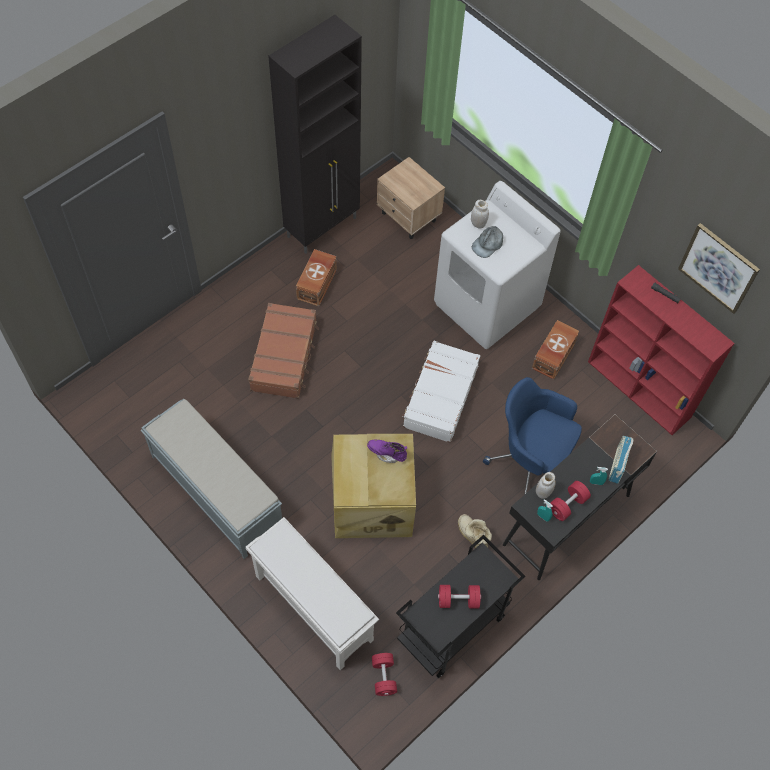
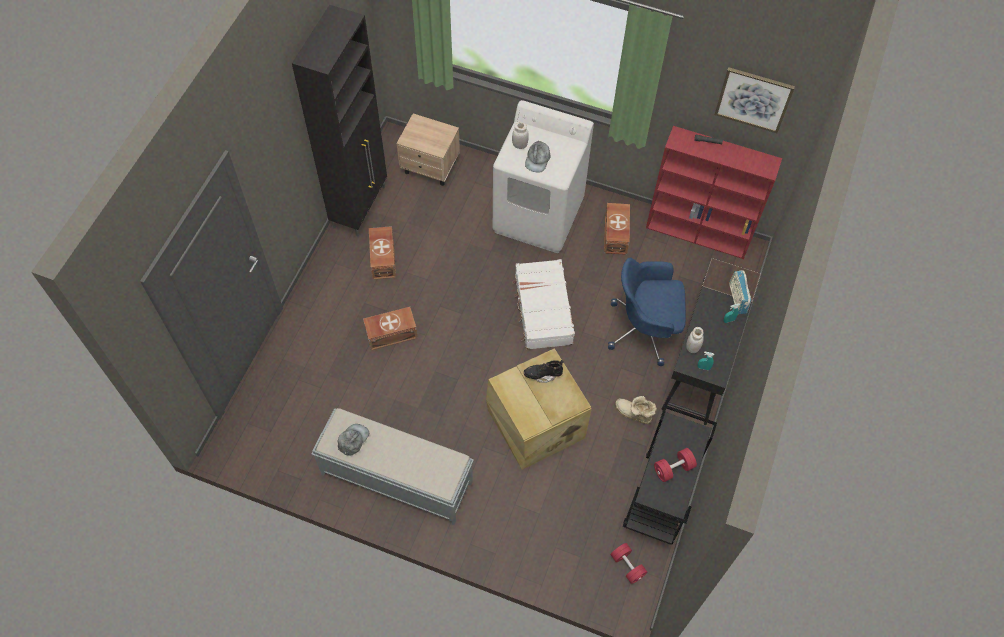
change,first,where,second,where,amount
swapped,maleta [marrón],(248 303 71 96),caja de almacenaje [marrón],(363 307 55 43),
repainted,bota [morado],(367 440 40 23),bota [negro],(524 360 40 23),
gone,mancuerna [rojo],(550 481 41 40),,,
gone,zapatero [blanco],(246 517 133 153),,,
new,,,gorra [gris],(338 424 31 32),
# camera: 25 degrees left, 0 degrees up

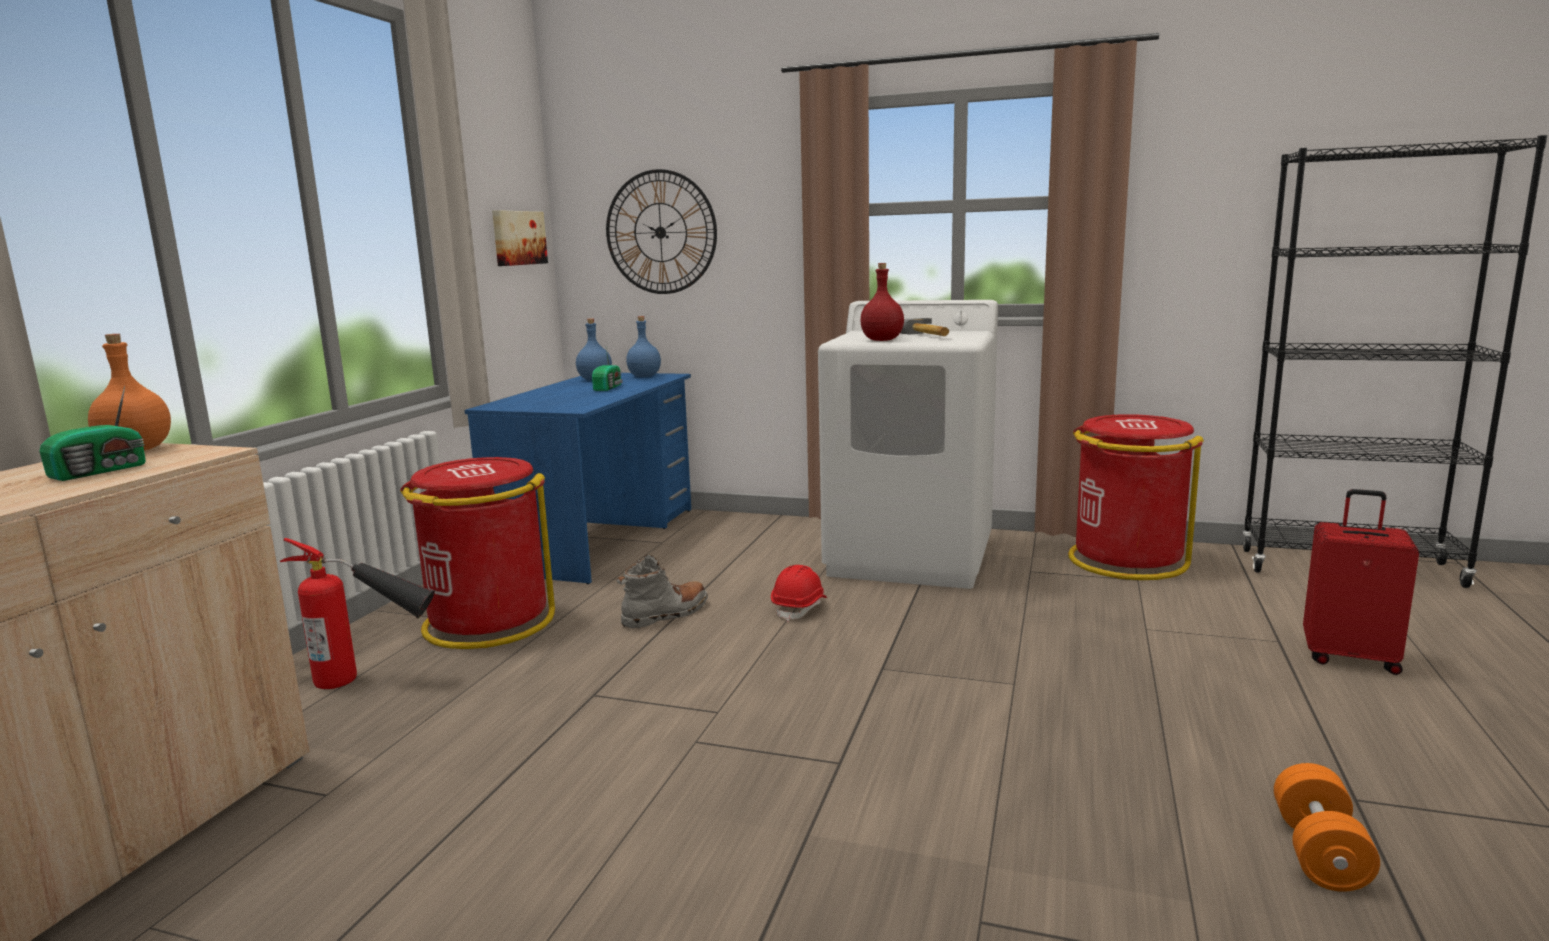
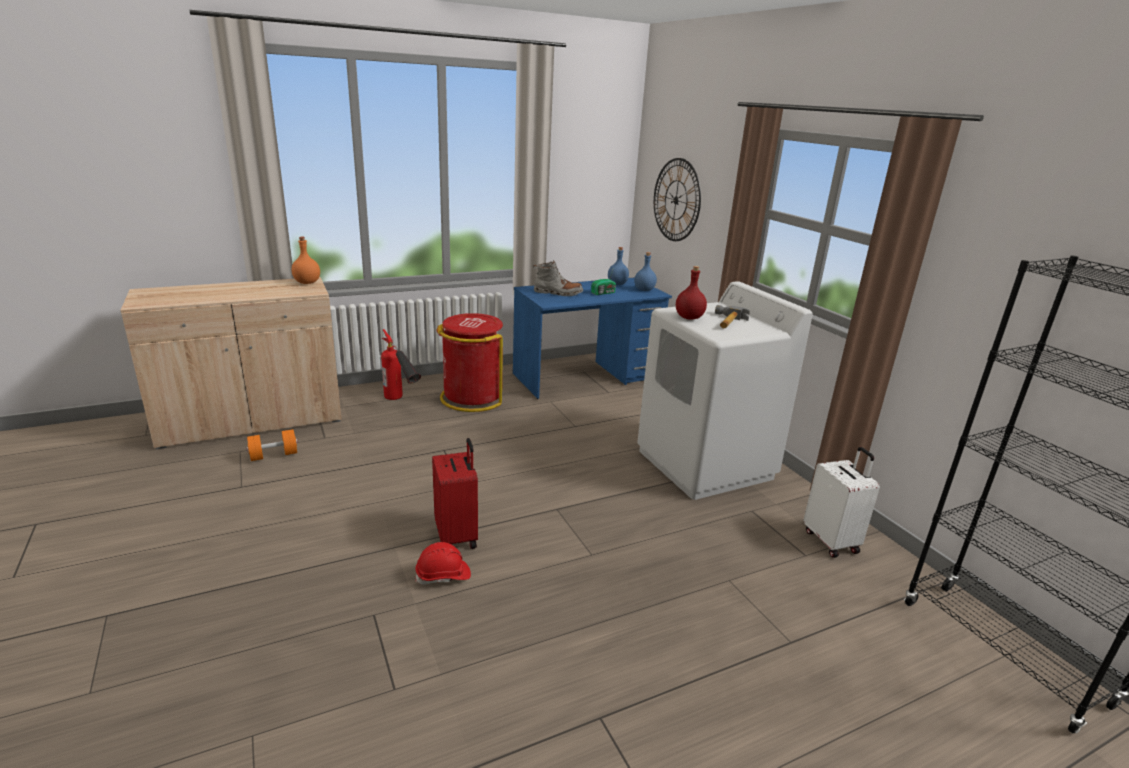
change,first,where,second,where,amount
gone,cuadro,(492 210 56 56),,,
gone,radio,(39 386 107 95),,,
swapped,papelera [rojo],(1068 414 136 166),maleta [blanco],(804 447 76 111),
shifted,maleta [rojo],(1303 489 116 186),,(432 438 46 111),
shifted,bota [gris],(616 555 92 74),,(533 260 50 36),
shifted,casco [rojo],(771 565 56 56),,(415 542 56 43),
shifted,mancuerna [naranja],(1274 763 106 129),,(247 429 51 32),
# camera: 45 degrees right, 10 degrees up

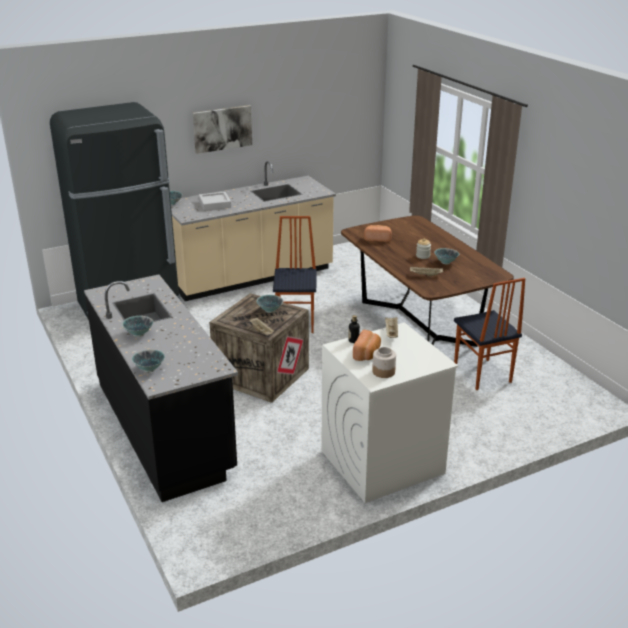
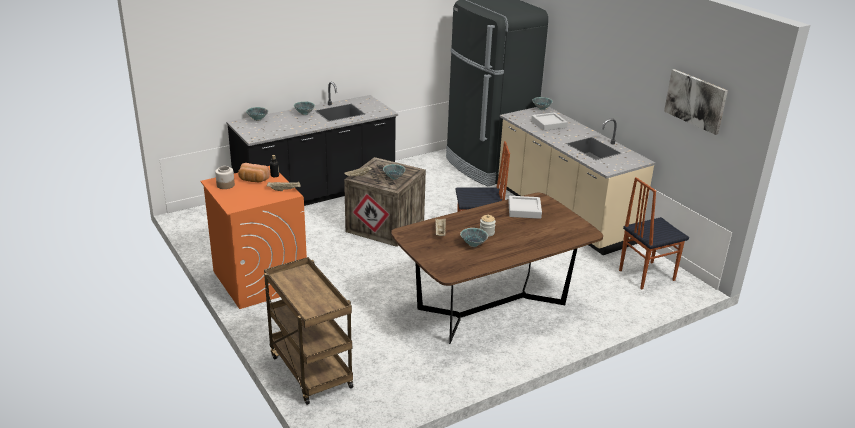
change,first,where,second,where,amount
shifted,cuadro,(193 105 59 49),,(664 69 64 66),
swapped,pan,(364 225 28 17),bandeja [gris],(508 196 34 23),
shifted,silla,(454 278 72 112),,(619 177 70 113),
repainted,lavadora [blanco],(322 323 136 180),lavadora [naranja],(200 166 107 143),
new,,,carrito [marrón],(264 257 89 148),
# camera: 85 degrees right, 0 degrees up

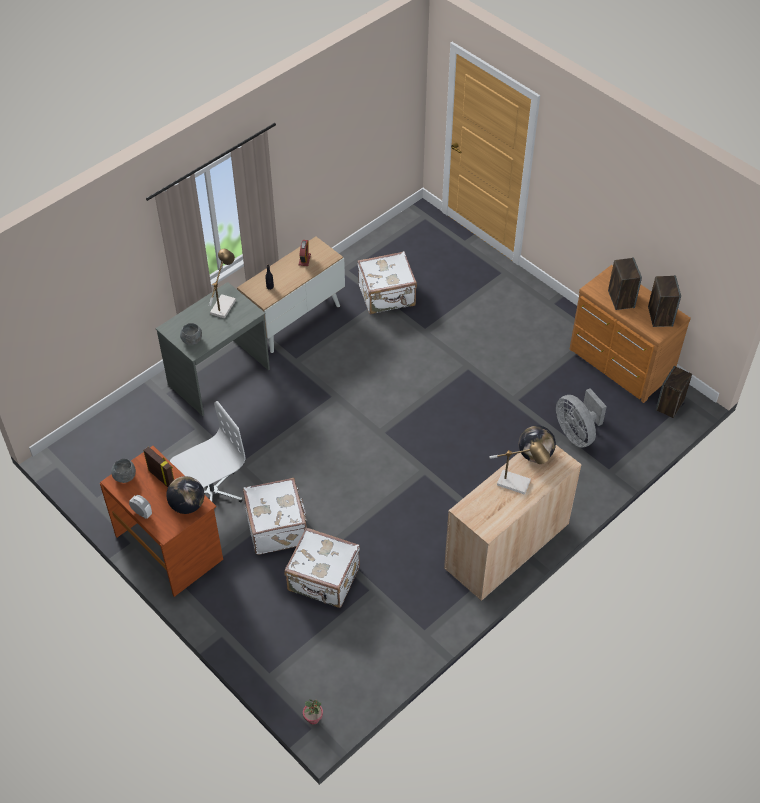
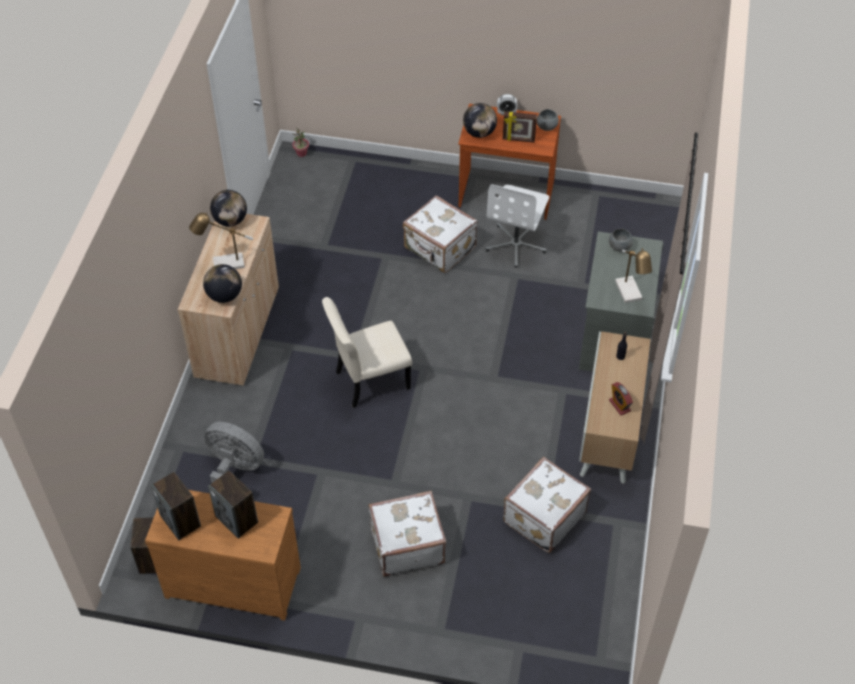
change,first,where,second,where,amount
shifted,maleta [blanco],(284 528 76 80),,(368 491 78 86),
new,,,globo terráqueo,(210 190 37 37),
new,,,silla [beis],(322 297 90 111),
# camera: 145 degrees right, 0 degrees up

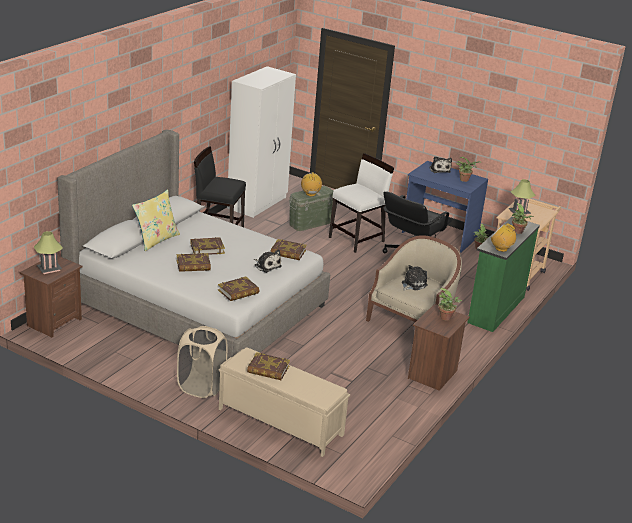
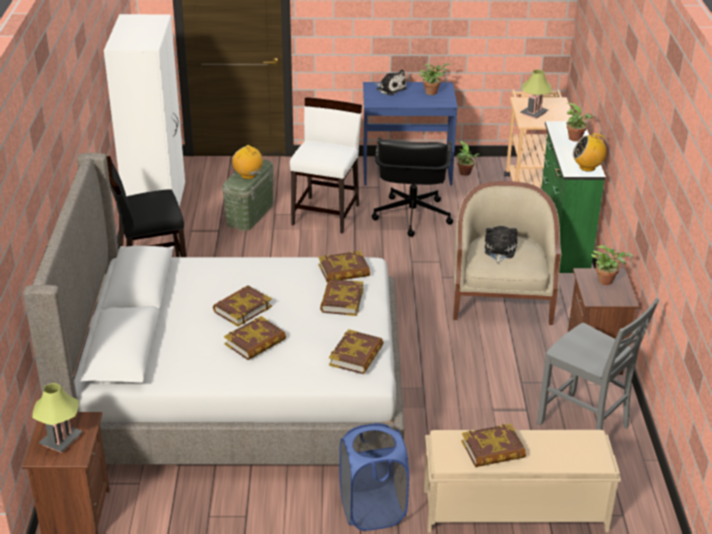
change,first,where,second,where,amount
gone,cojín [amarillo],(132 189 48 62),,,
swapped,peluche,(254 250 28 23),libro,(320 279 43 37),
repainted,cesto de la ropa [beis],(177 326 51 72),cesto de la ropa [azul],(339 423 70 108),
new,,,silla [gris],(537 298 122 132),
# camera: 30 degrees left, 5 degrees up

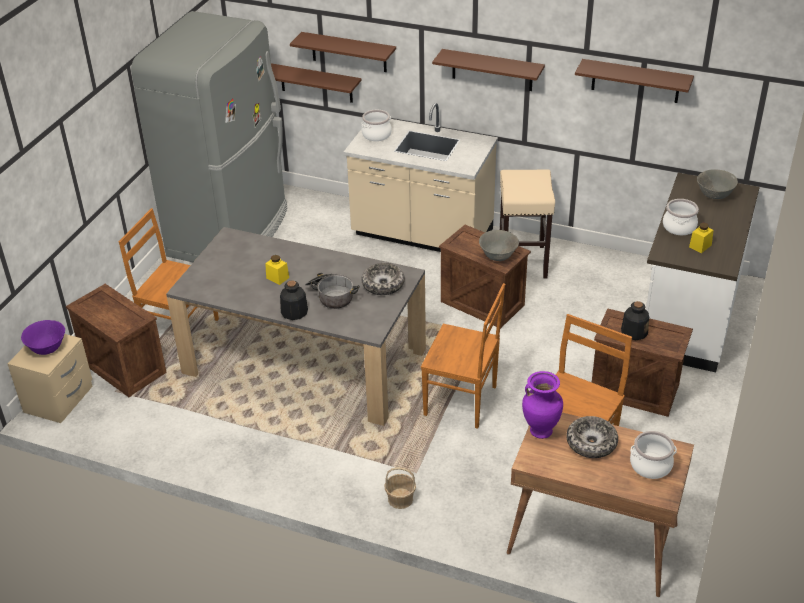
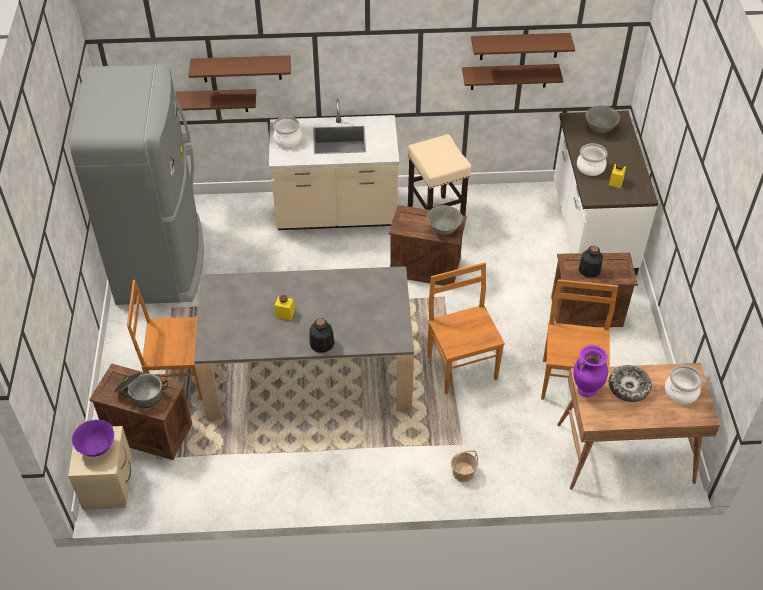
change,first,where,second,where,amount
shifted,estante [marrón],(432 49 113 42),,(462 64 101 26),
gone,cuenco,(361 263 44 32),,,
shifted,olla,(305 273 55 36),,(114 373 54 35),
rotated,silla [marrón],(421 283 84 146),,(428 262 77 132),105 degrees counterclockwise
# camera: 25 degrees left, 10 degrees up

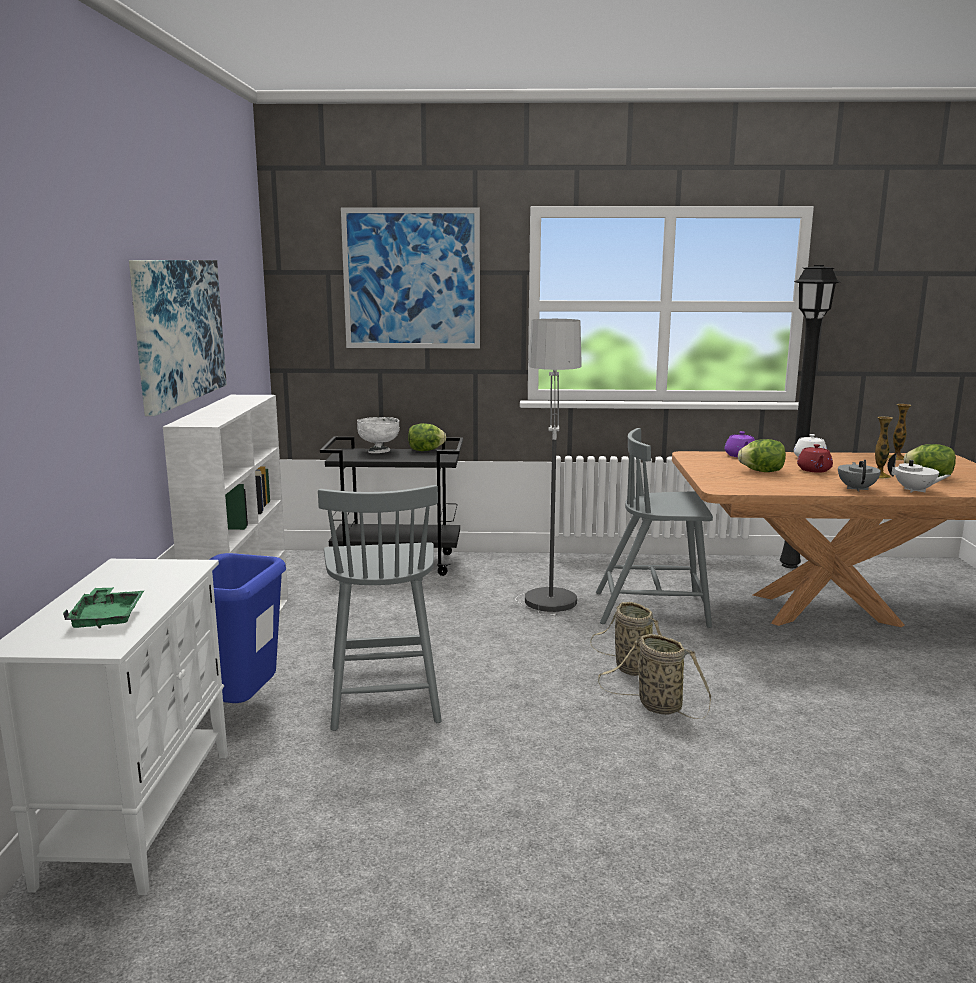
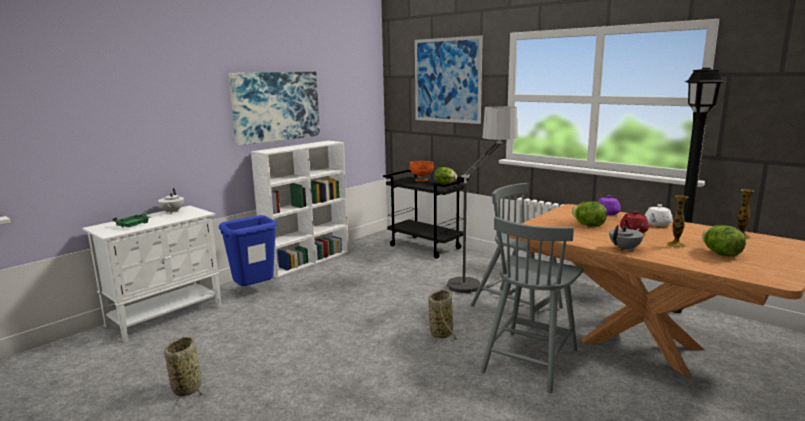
change,first,where,second,where,amount
repainted,cuenco [blanco],(357 417 43 36),cuenco [naranja],(410 161 24 21),
shifted,tetera [blanco],(888 453 63 40),,(158 188 26 25),
shifted,silla [gris],(318 485 124 246),,(481 217 103 176),
shifted,cesta,(598 634 113 85),,(164 336 41 71),
# camera: 40 degrees right, 0 degrees up

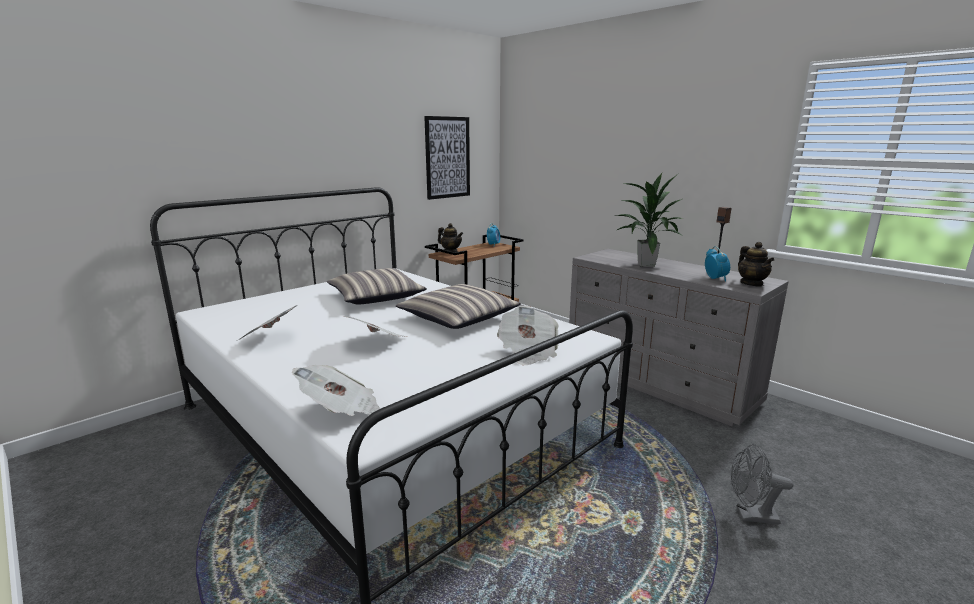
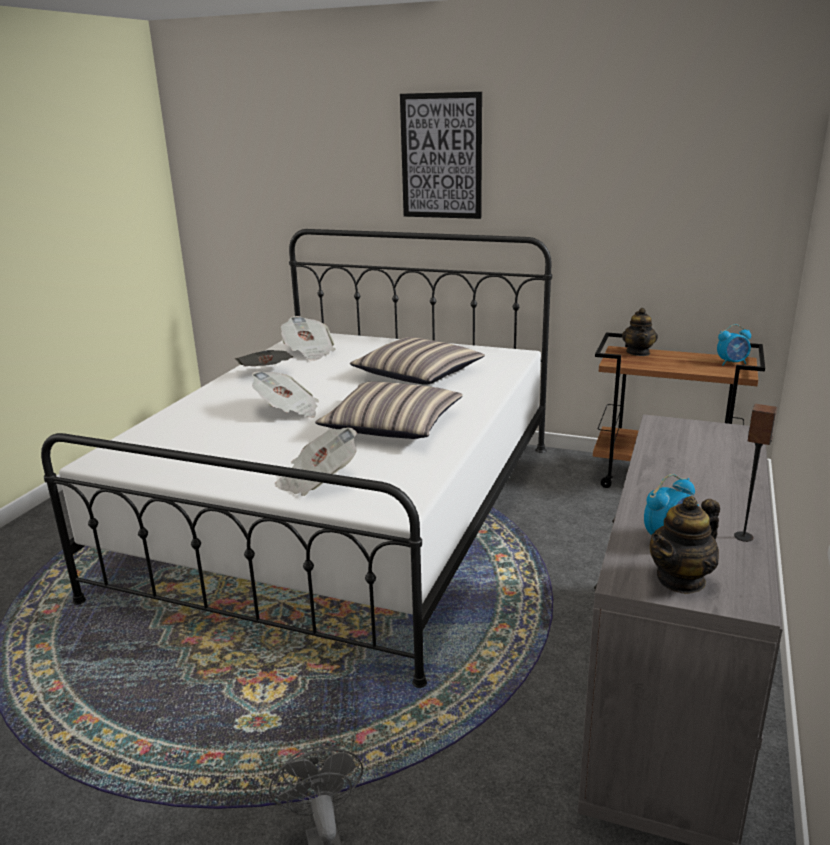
change,first,where,second,where,amount
shifted,cuadro,(424 116 46 84),,(400 92 82 127),
gone,planta en maceta,(616 173 68 94),,,
shifted,periódico,(292 365 88 51),,(281 316 55 45),
# camera: 65 degrees right, 5 degrees up

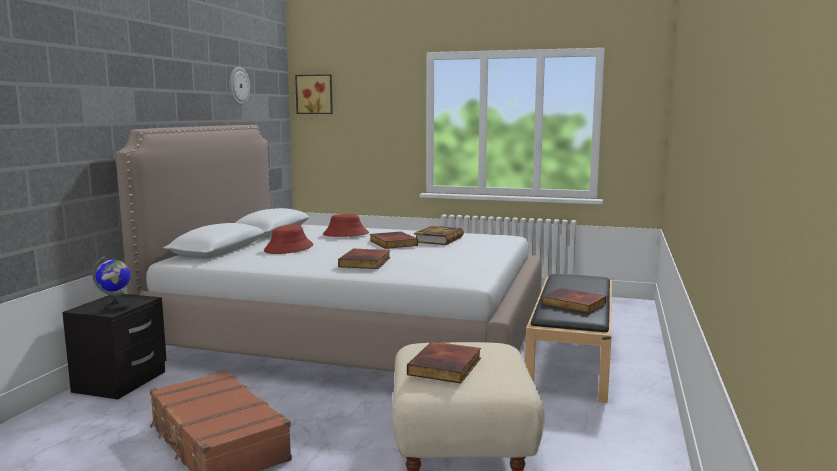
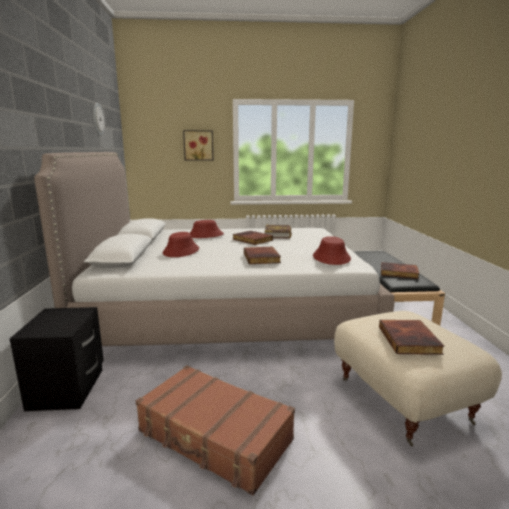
change,first,where,second,where,amount
shifted,cuadro,(295 74 38 40),,(183 130 30 30),
gone,globo terráqueo,(92 256 39 56),,,
new,,,sombrero [rojo],(313 236 38 29),
# camera: 20 degrees left, 5 degrees up

